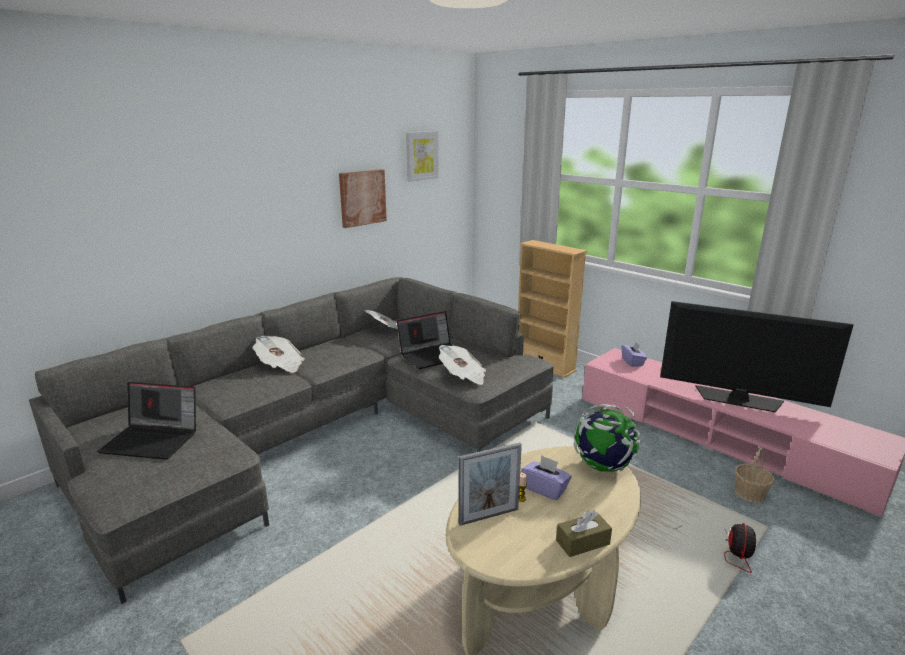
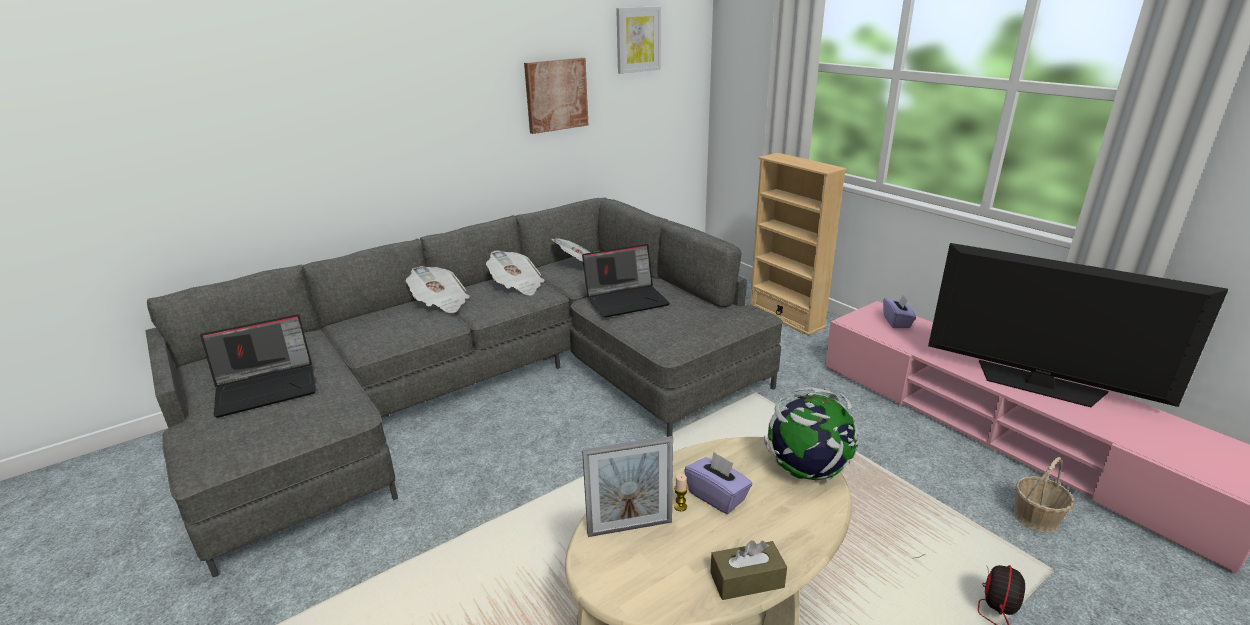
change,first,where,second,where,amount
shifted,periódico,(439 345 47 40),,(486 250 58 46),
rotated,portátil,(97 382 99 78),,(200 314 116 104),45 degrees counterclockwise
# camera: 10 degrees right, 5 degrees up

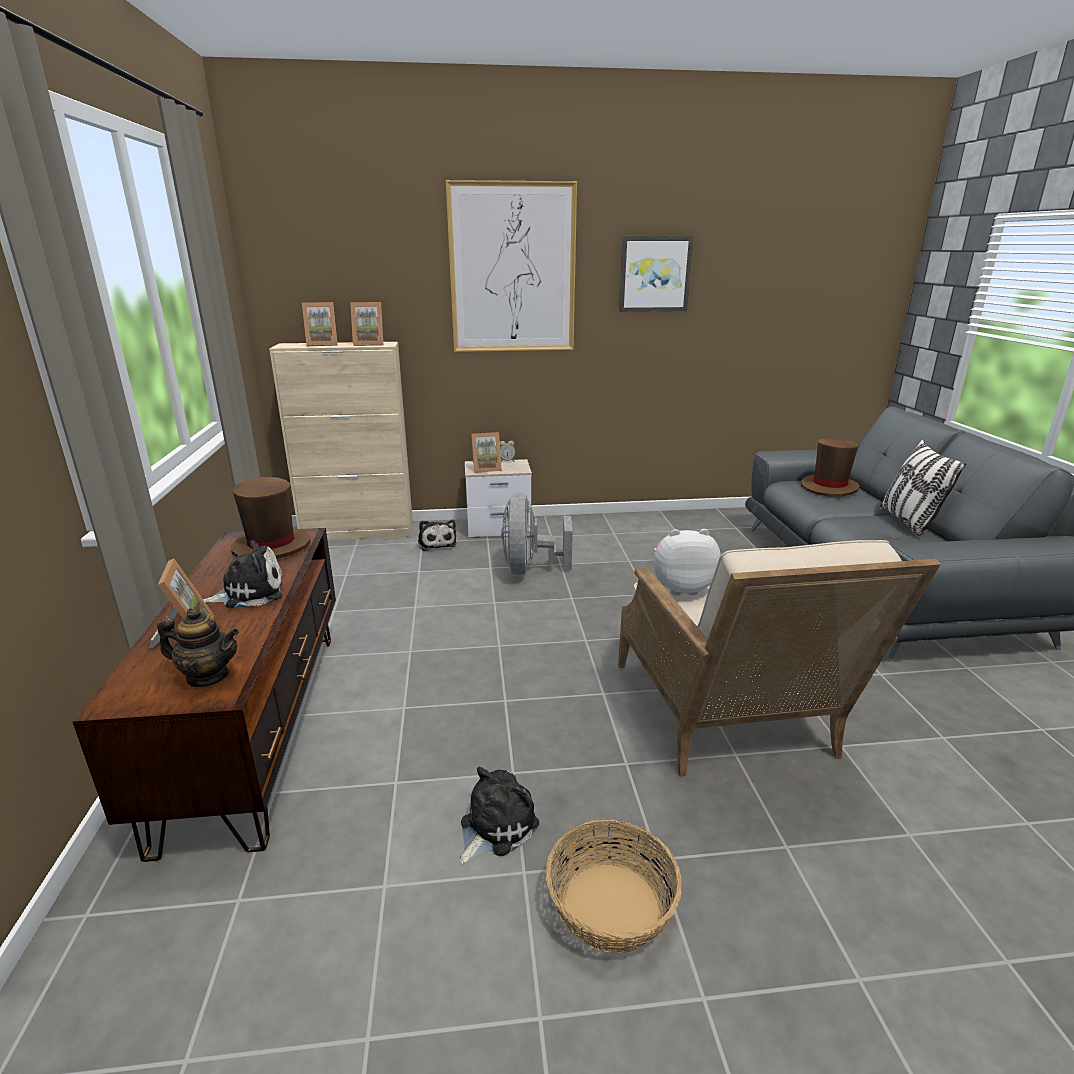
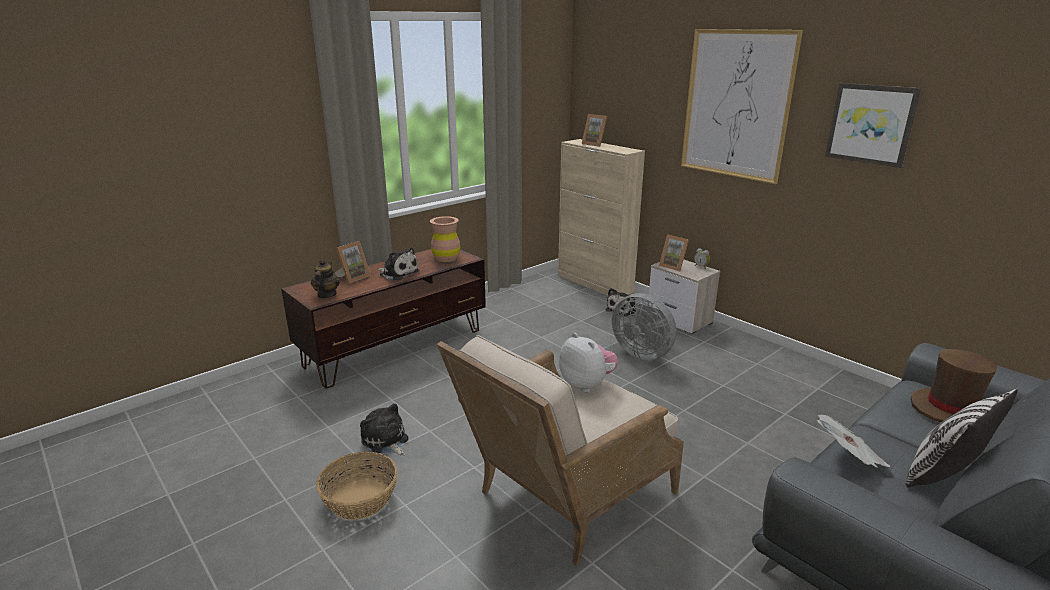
change,first,where,second,where,amount
gone,portarretratos,(350 302 33 44),,,
swapped,sombrero [marrón],(231 477 79 82),florero [marrón],(430 216 30 46),
rotated,ventilador [gris],(501 493 72 82),,(612 293 64 67),105 degrees counterclockwise
rotated,tetera,(157 607 82 80),,(311 259 29 39),150 degrees counterclockwise
rotated,peluche,(460 767 79 97),,(360 403 48 53),135 degrees counterclockwise
new,,,periódico,(817 415 73 52),
# camera: 55 degrees right, 0 degrees up

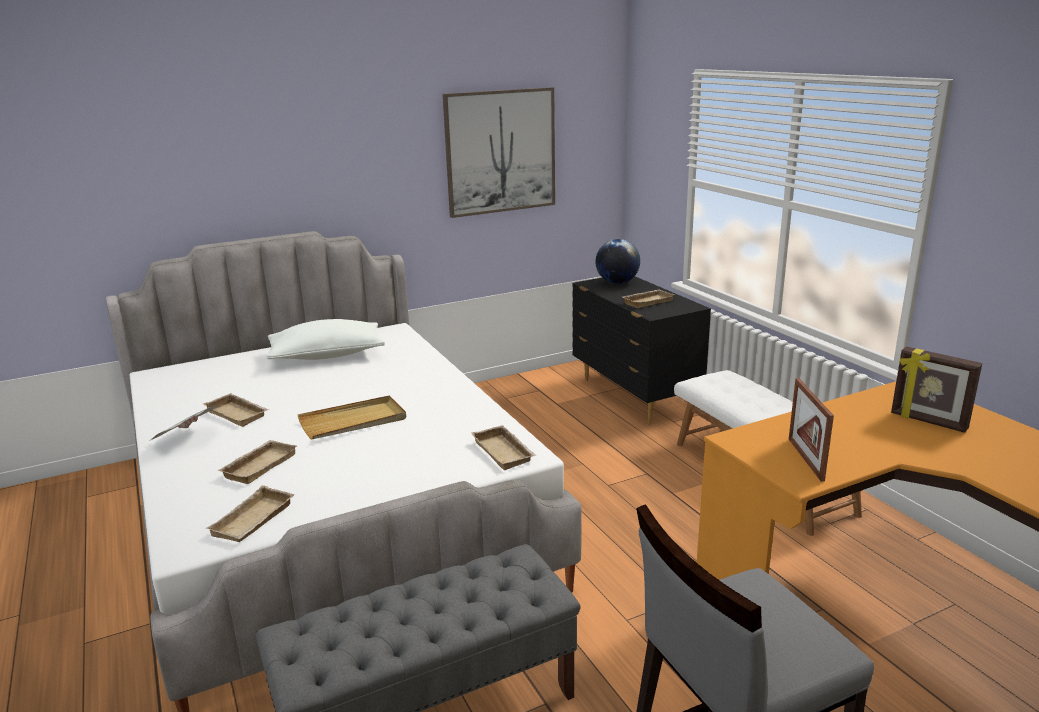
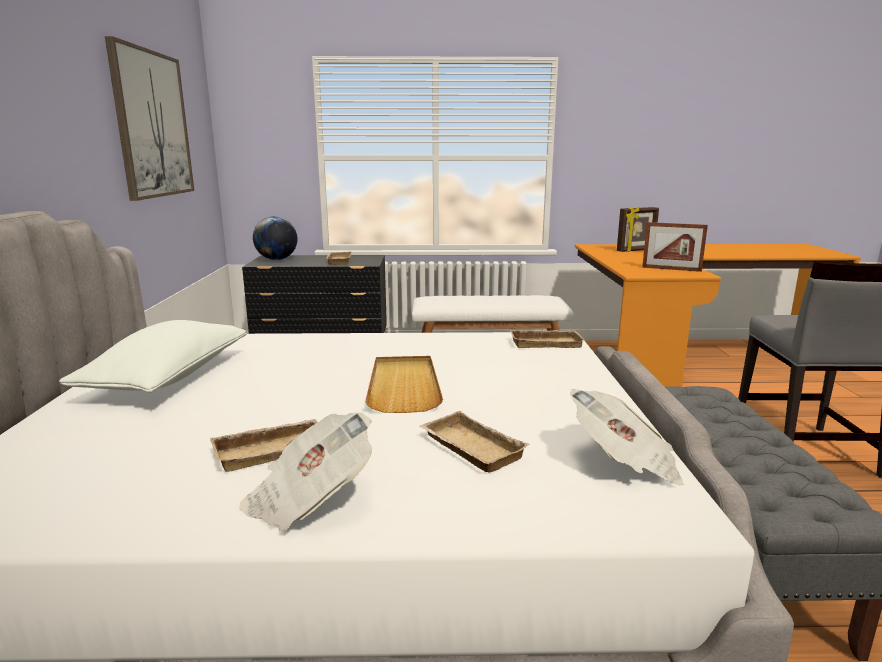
change,first,where,second,where,amount
swapped,bandeja [beis],(206 485 89 57),periódico,(570 389 114 97),
# camera: 65 degrees left, 5 degrees down

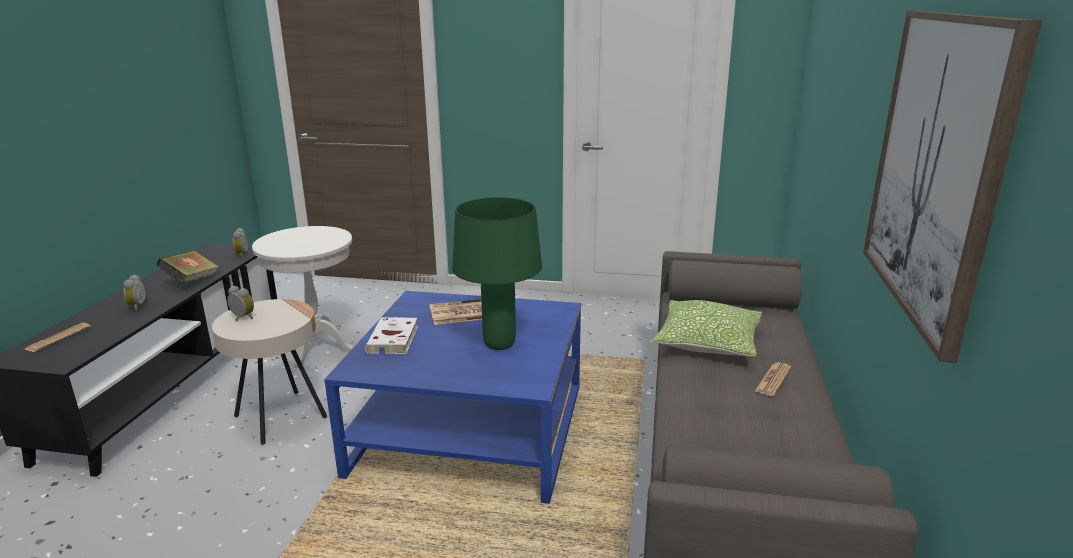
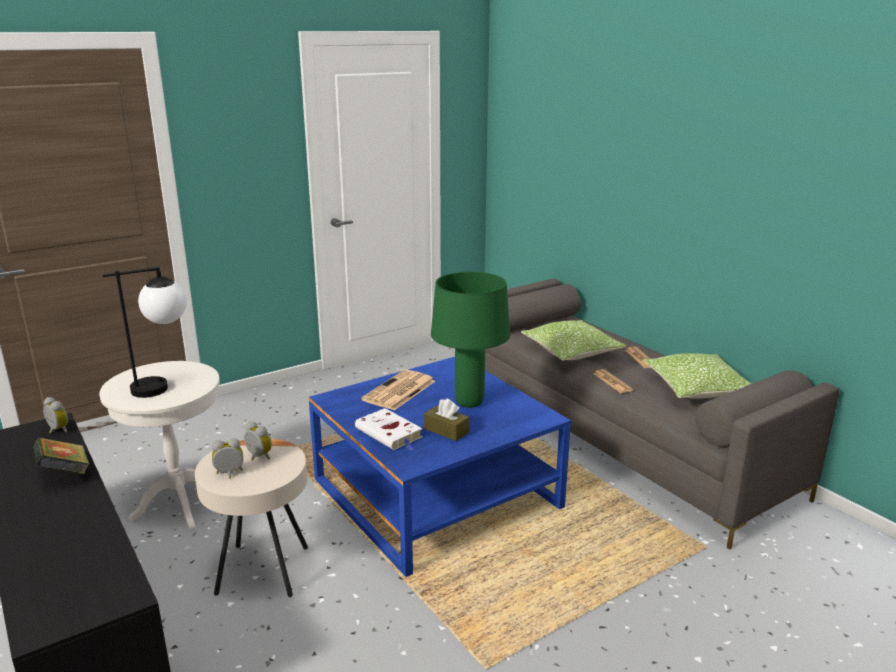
change,first,where,second,where,amount
gone,cuadro,(863 11 179 352),,,
shifted,despertador,(123 274 23 37),,(244 421 28 40),
shifted,periódico,(25 323 66 29),,(593 369 40 24),
new,,,lámpara de mesa,(102 267 85 131),
new,,,cojín,(643 353 109 46),
new,,,caja de pañuelos [marrón],(424 399 45 42),
# camera: 45 degrees left, 0 degrees up

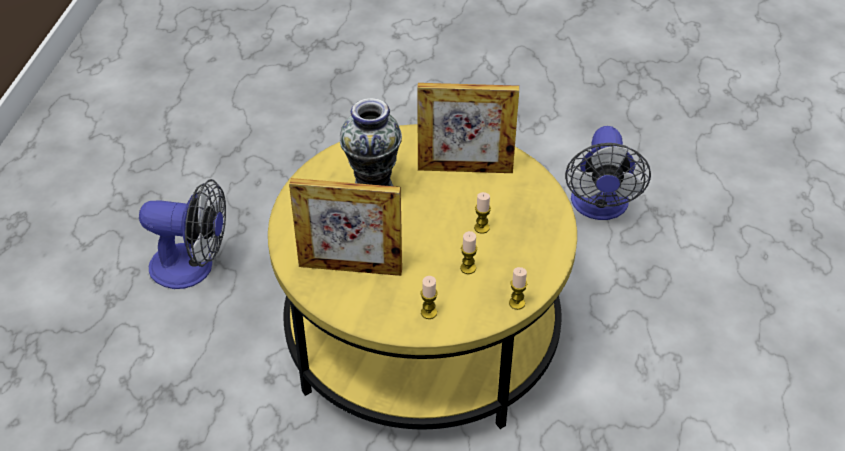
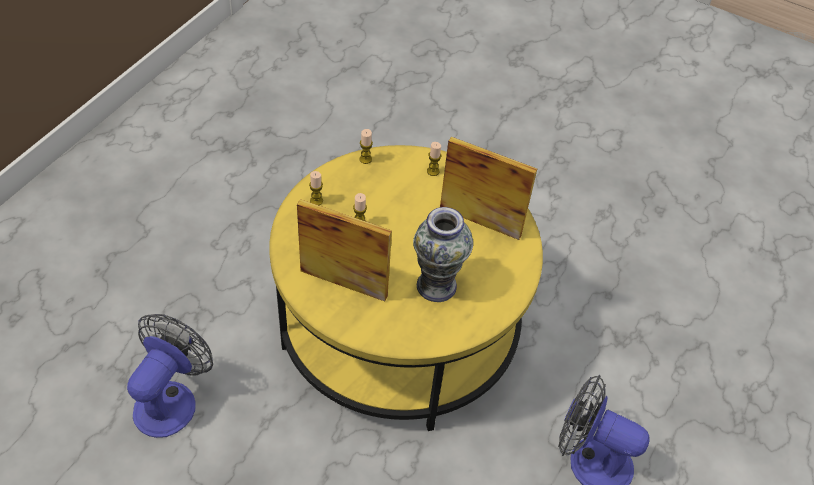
change,first,where,second,where,amount
shifted,vela,(460 231 17 43),,(309 171 14 34),
# camera: 165 degrees left, 5 degrees up

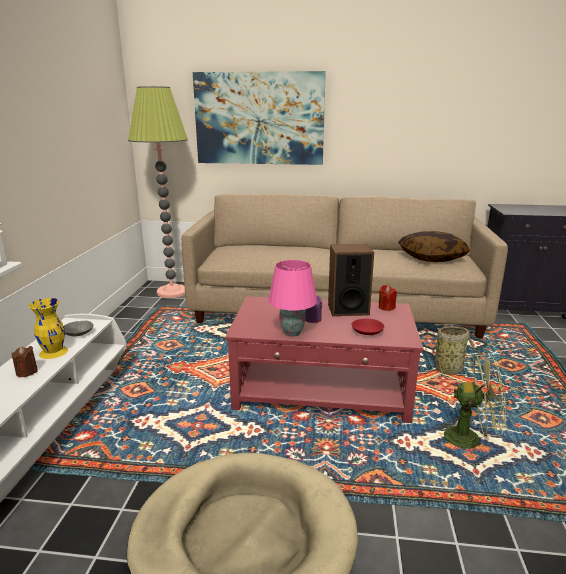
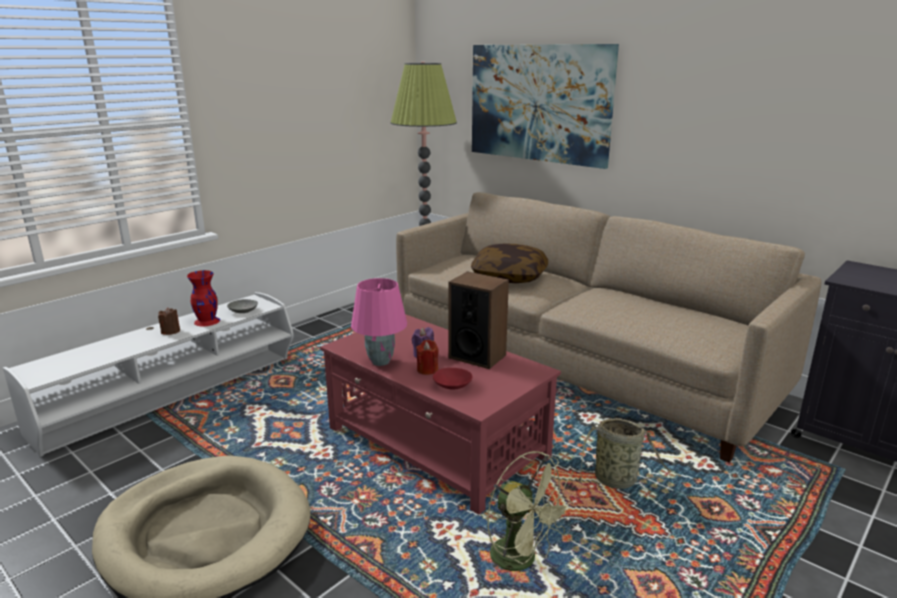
change,first,where,second,where,amount
shifted,cojín,(398 231 72 31),,(471 244 77 39),
shifted,vela [rojo],(379 285 18 26),,(416 340 23 35),
repainted,florero [amarillo],(29 298 39 61),florero [rojo],(187 270 33 56),
# camera: 35 degrees right, 0 degrees up

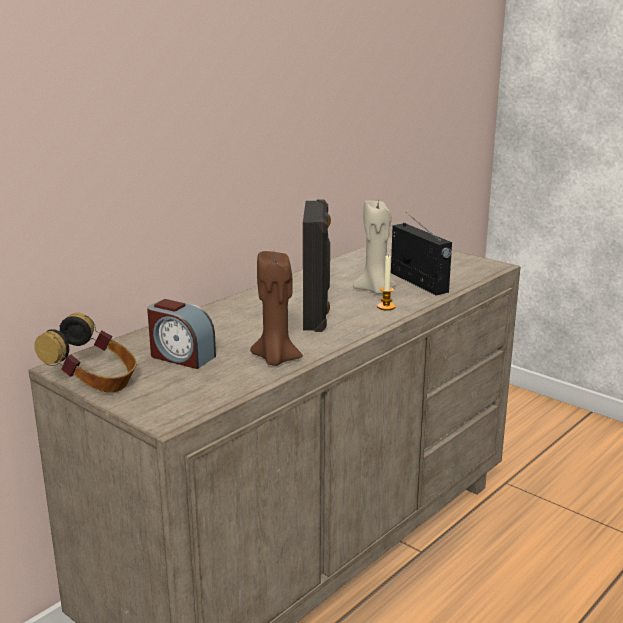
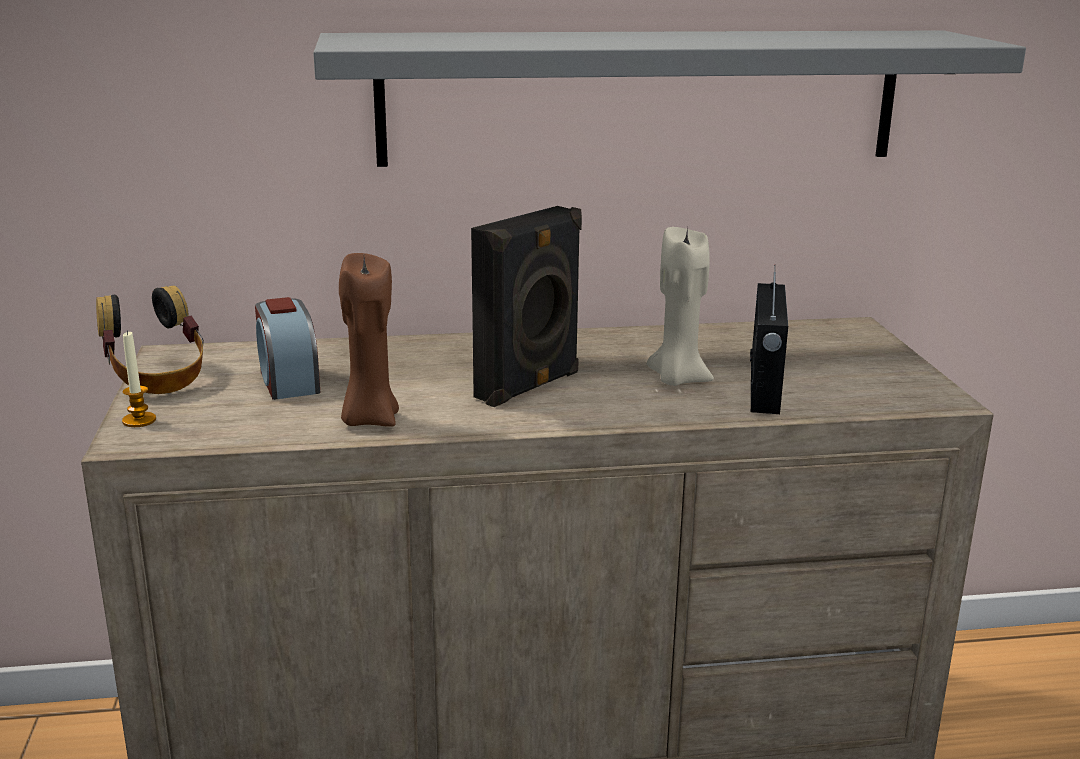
change,first,where,second,where,amount
shifted,vela,(377 256 19 55),,(122 331 34 96),
new,,,estante [gris],(313 31 713 136),
# camera: 40 degrees right, 0 degrees up

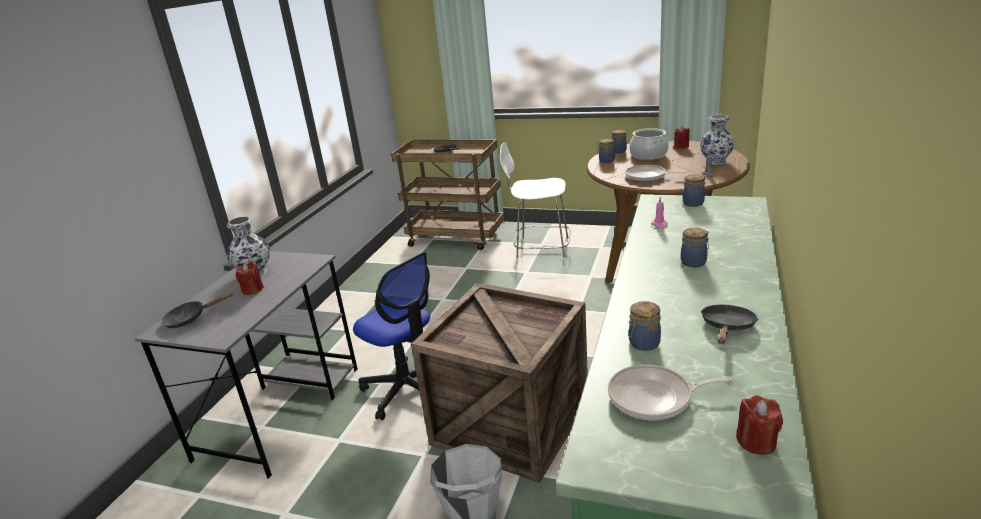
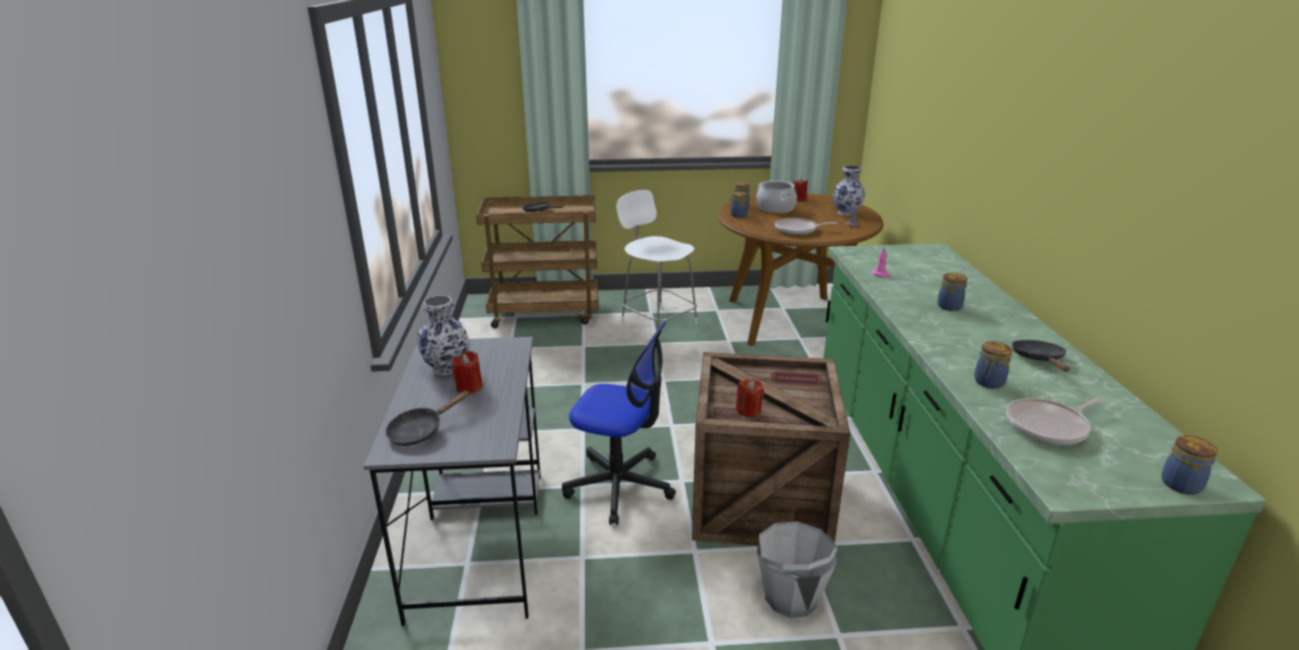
change,first,where,second,where,amount
rotated,silla [blanco],(500 142 71 123),,(616 190 82 140),60 degrees clockwise
shifted,tarro,(683 174 23 33),,(1161 435 57 60),
shifted,vela [rojo],(736 395 47 60),,(736 379 28 38),
# camera: 25 degrees left, 0 degrees up

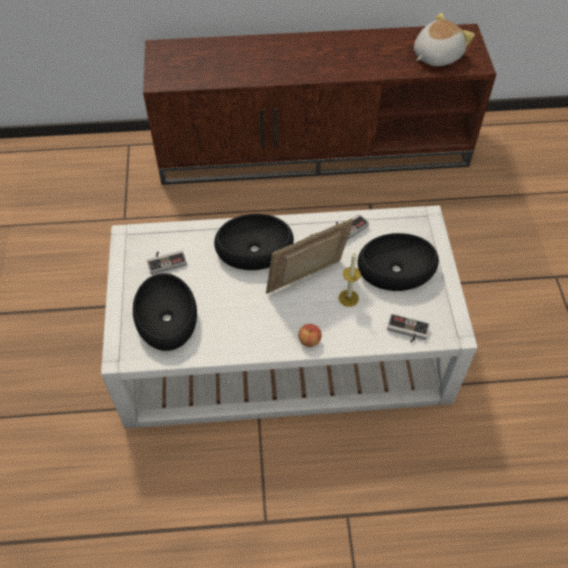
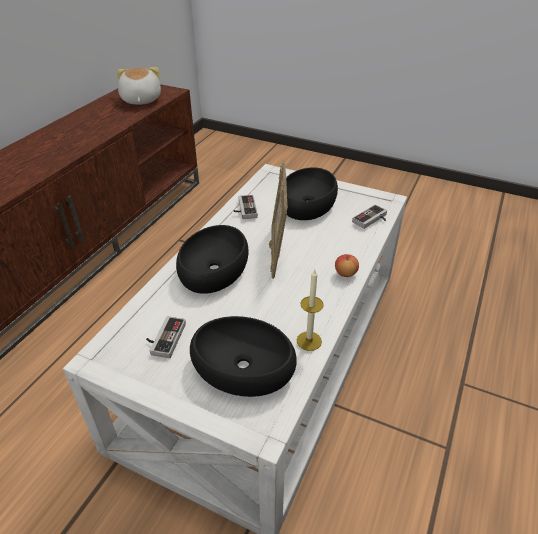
change,first,where,second,where,amount
shifted,vela,(339 252 22 55),,(297 270 27 81),
# camera: 60 degrees left, 15 degrees down

